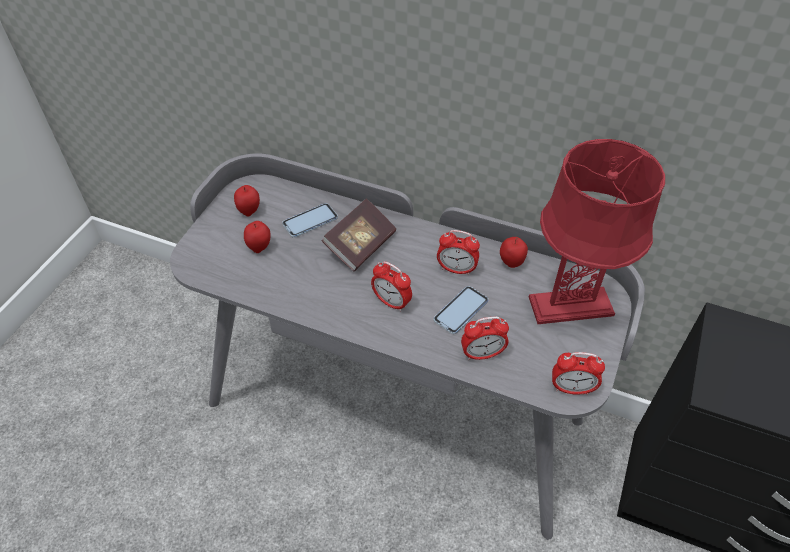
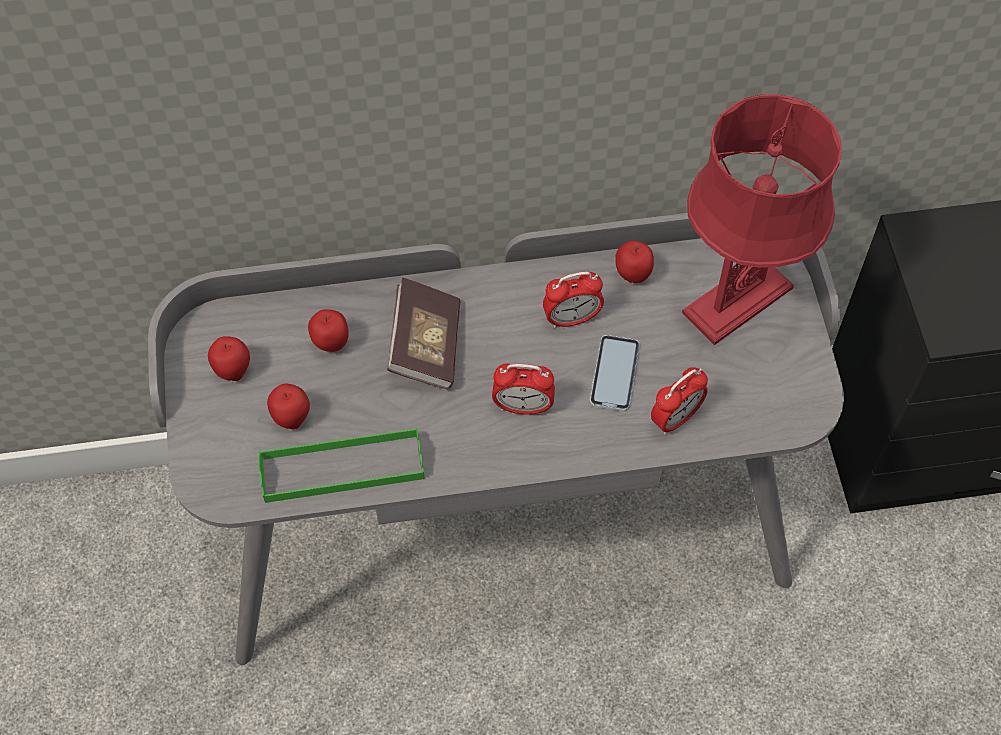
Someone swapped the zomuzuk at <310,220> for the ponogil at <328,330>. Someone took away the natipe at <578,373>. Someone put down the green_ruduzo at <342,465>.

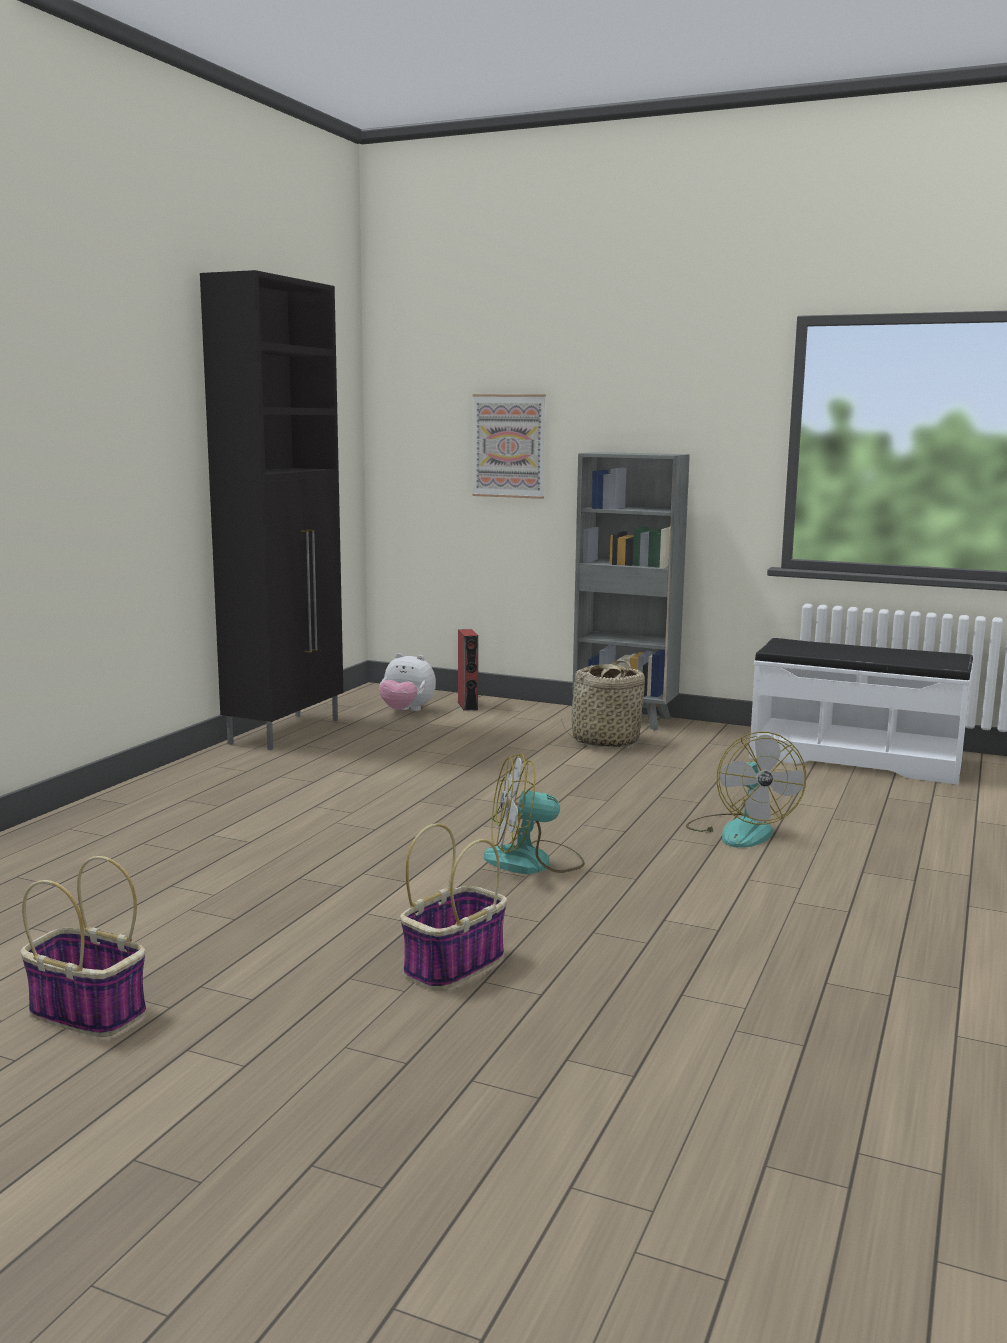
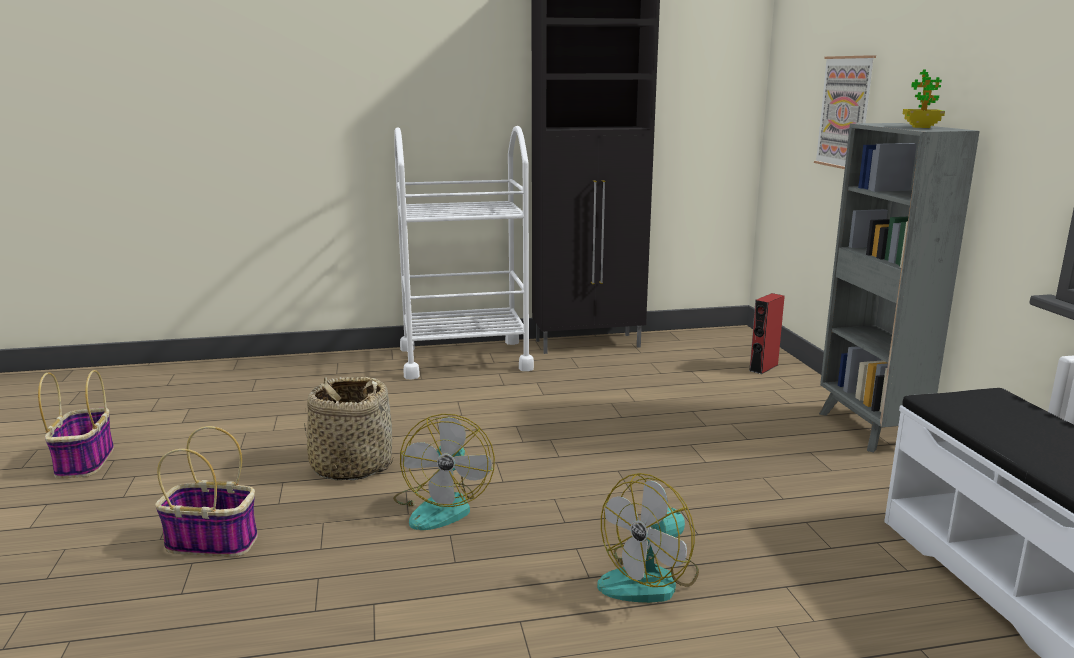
Someone took away the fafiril at <407,682>. Someone rotated the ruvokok at <534,813> by 135 degrees counterclockwise. Someone carried the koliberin from <603,704> to <348,428>. Someone put down the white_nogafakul at <464,252>. Someone put down the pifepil at <924,98>.

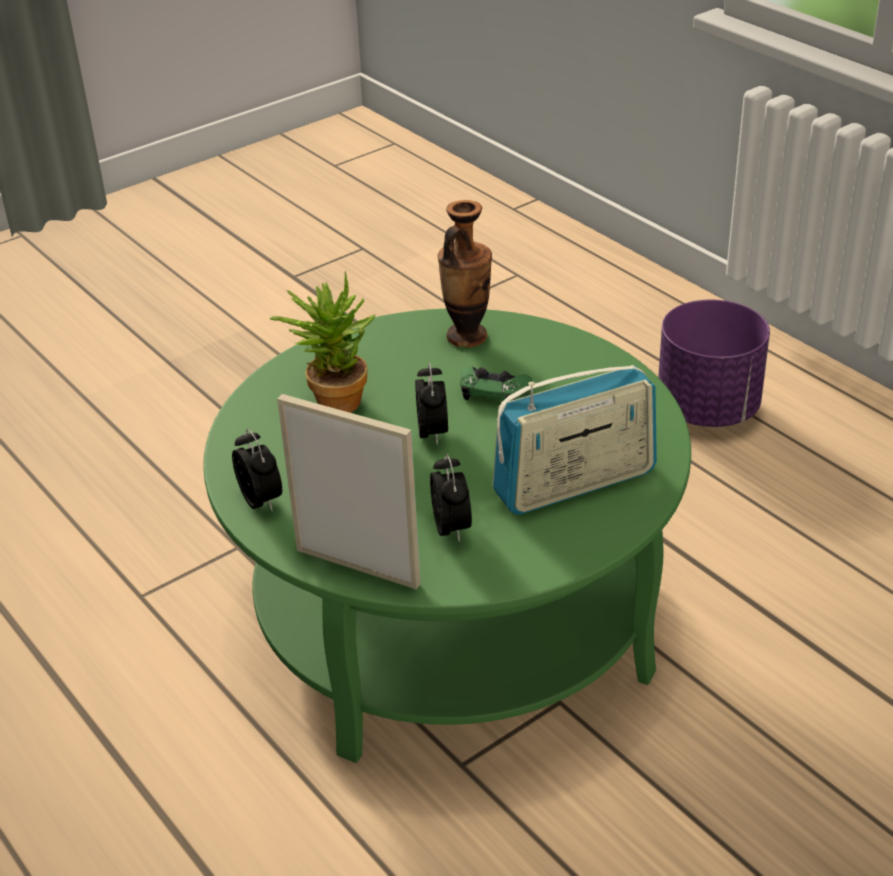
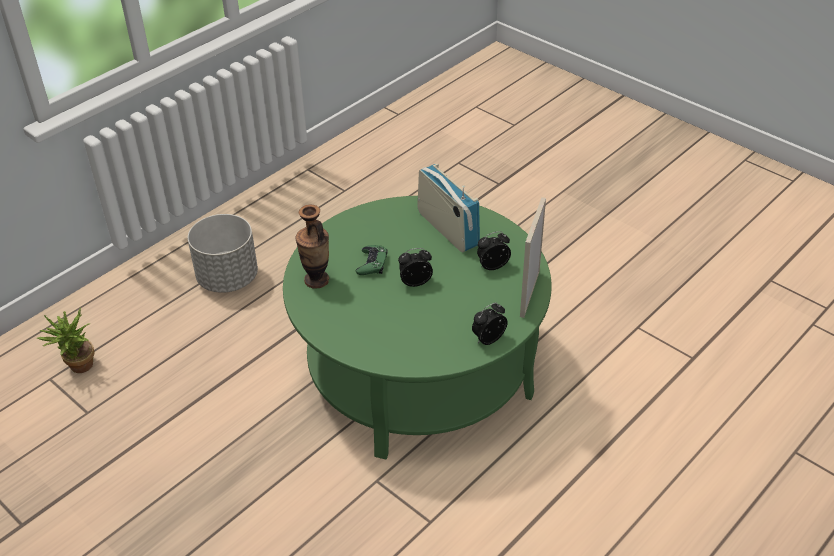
Someone carried the pifepil from <323,342> to <66,340>. Someone repainted the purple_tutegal at <714,363>, which became the grey_tutegal at <223,253>.

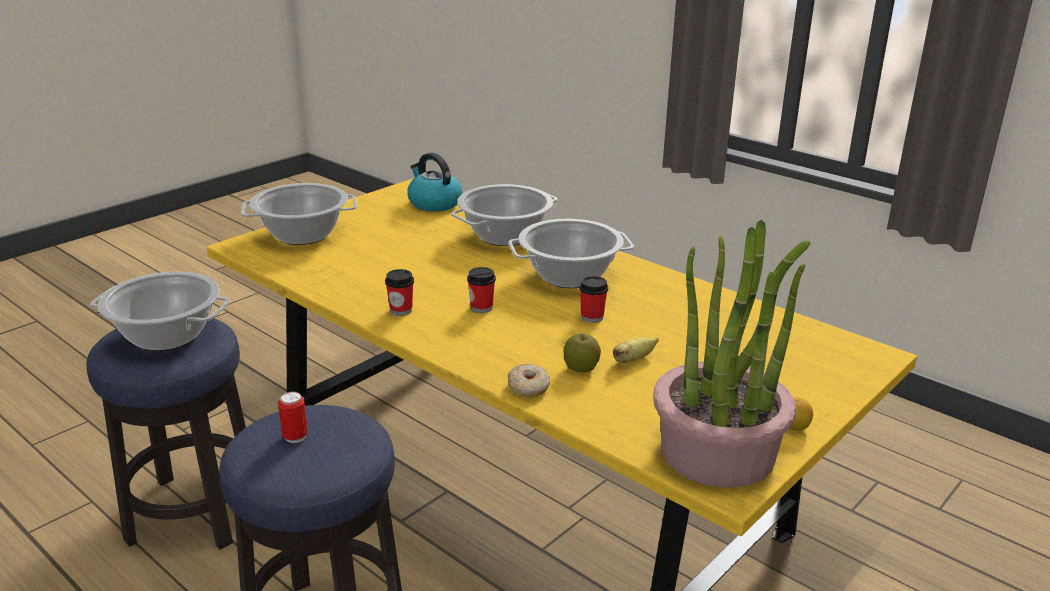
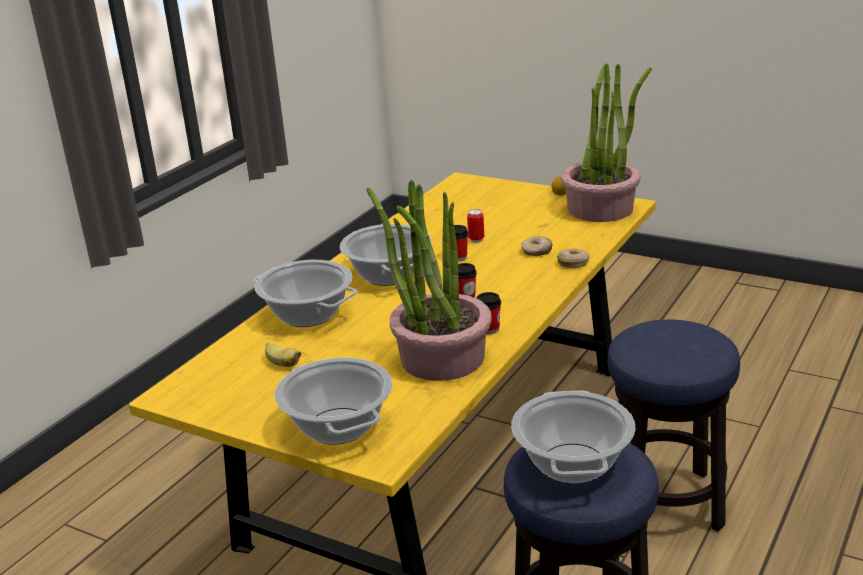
Someone carried the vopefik from <293,417> to <475,226>. Someone took away the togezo at <434,182>. Someone swapped the ponogil at <582,352> for the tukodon at <537,246>. Someone carried the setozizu from <636,350> to <283,354>. Someone put down the pifepil at <429,280>.

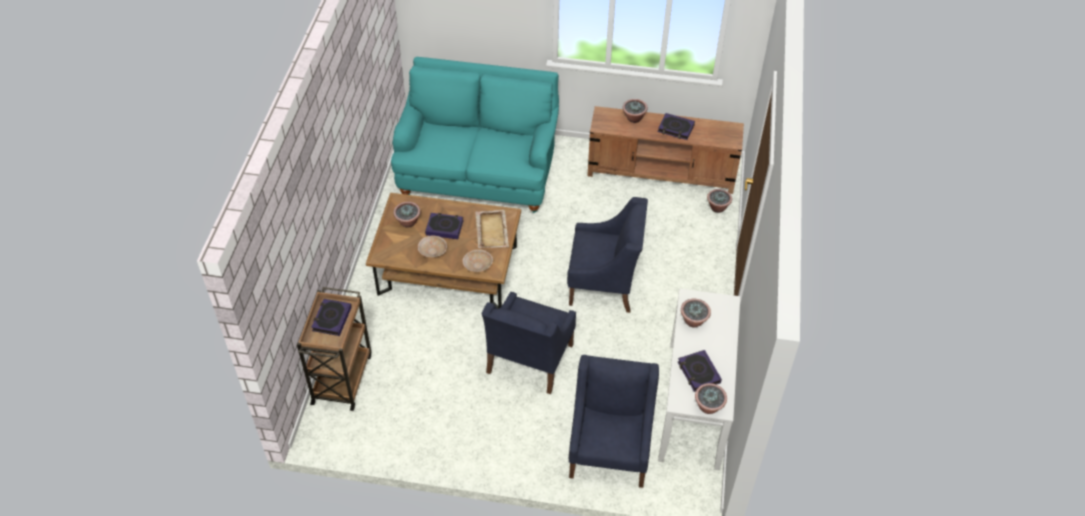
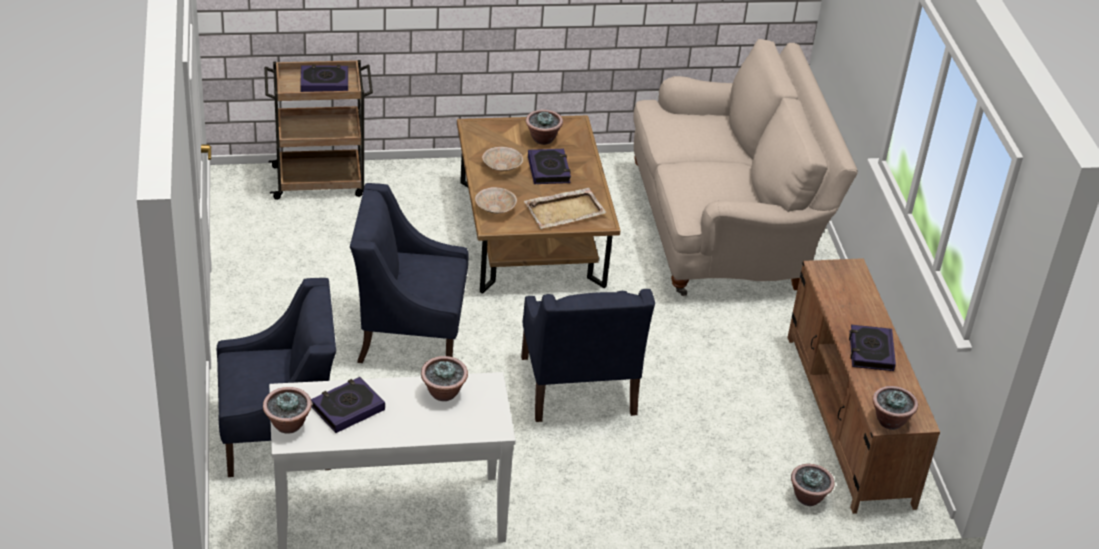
Someone repainted the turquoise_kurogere at <475,135>, which became the beige_kurogere at <745,167>. Someone carried the pifepil from <635,111> to <895,408>.

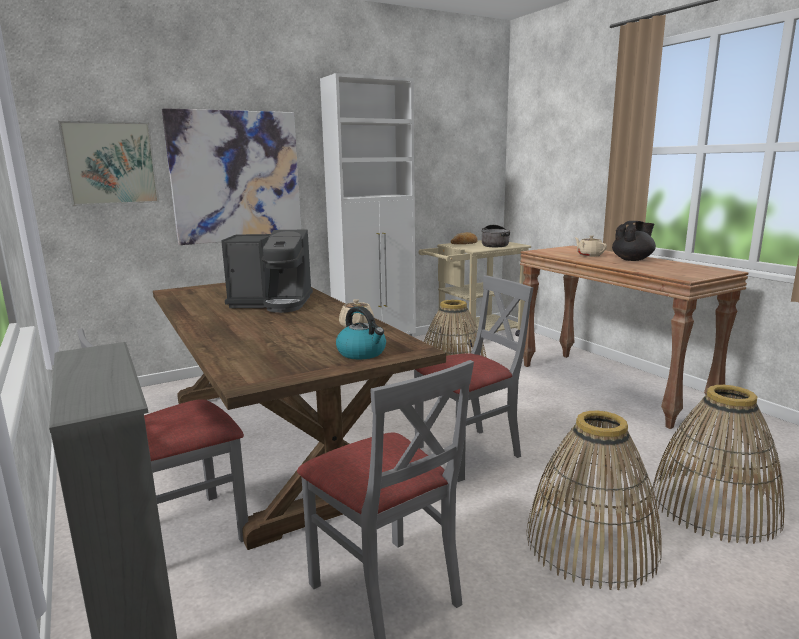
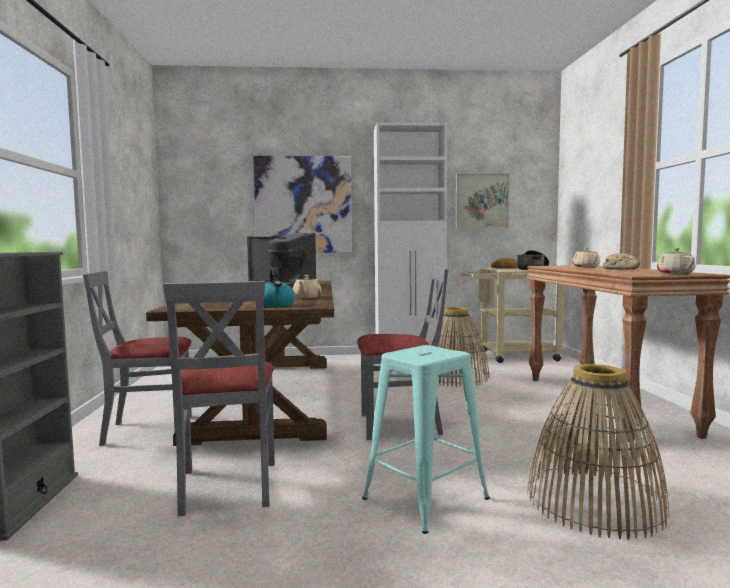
Someone carried the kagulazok from <108,163> to <482,201>. Someone swapped the koliberin at <594,500> for the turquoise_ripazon at <426,439>. Someone swapped the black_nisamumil at <634,241> for the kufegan at <621,261>. Someone put down the beige_nisamumil at <676,261>.

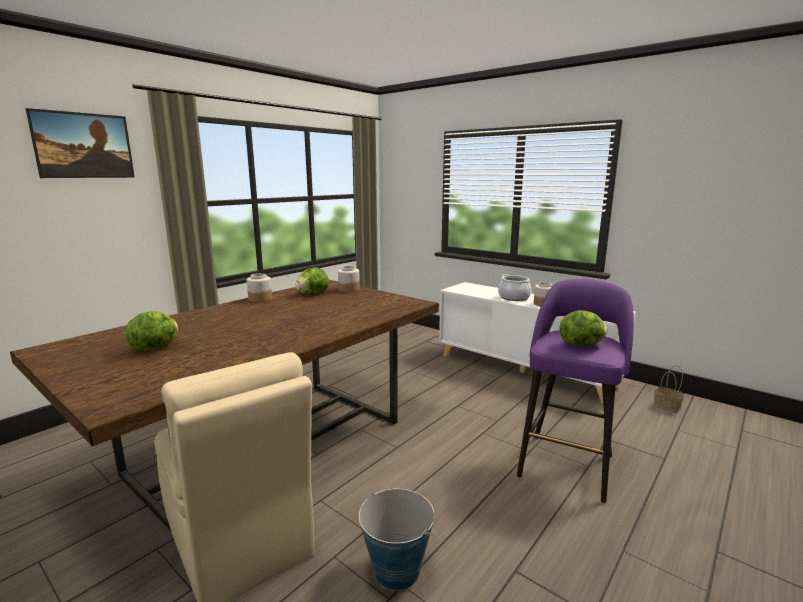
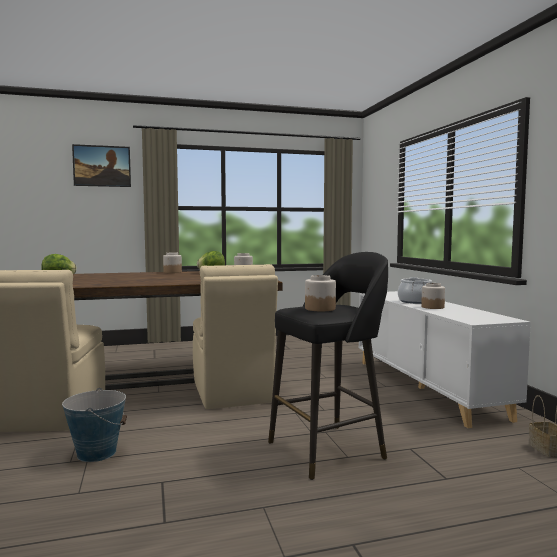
Someone repainted the purple_ripazon at <575,391>, which became the black_ripazon at <328,366>. Someone swapped the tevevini at <583,328> for the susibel at <320,293>. Someone put down the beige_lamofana at <235,336>.

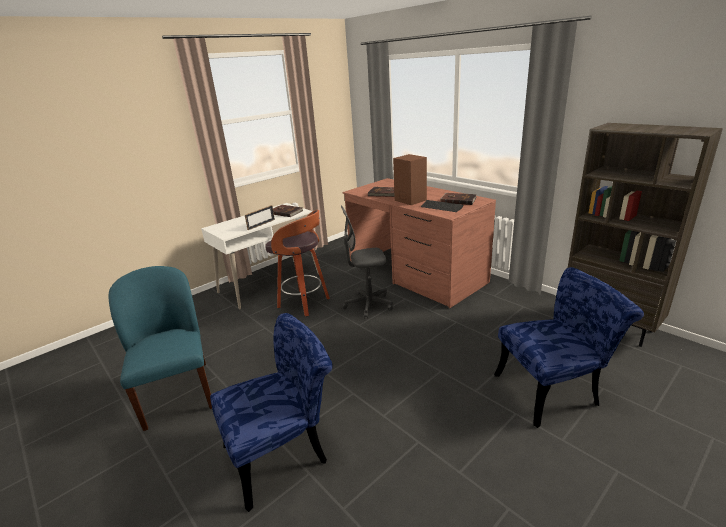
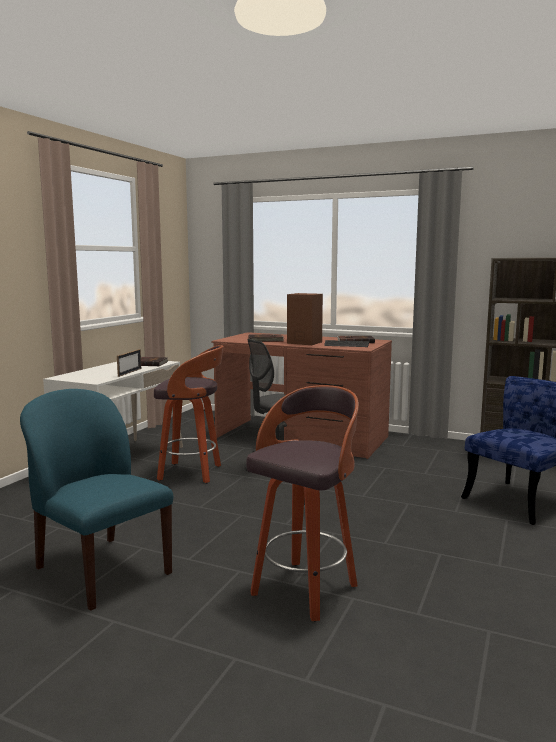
Someone swapped the blue_lamofana at <271,412> for the ripazon at <302,503>.

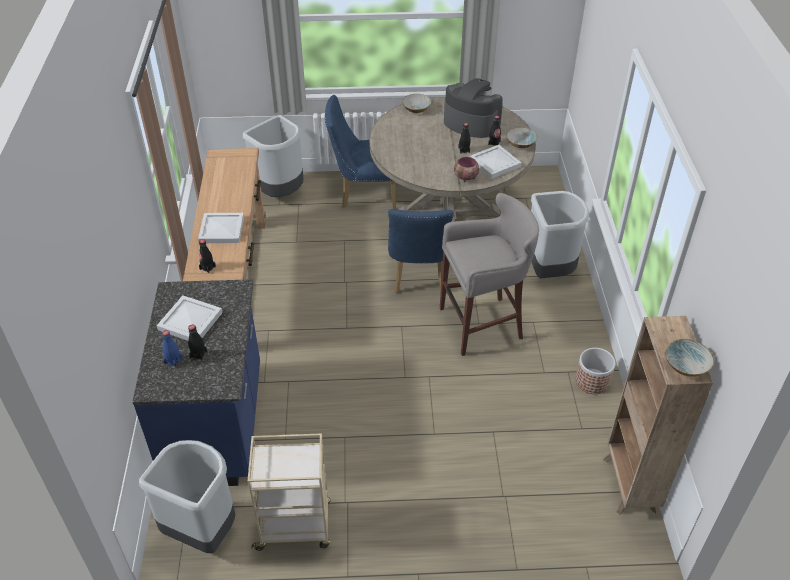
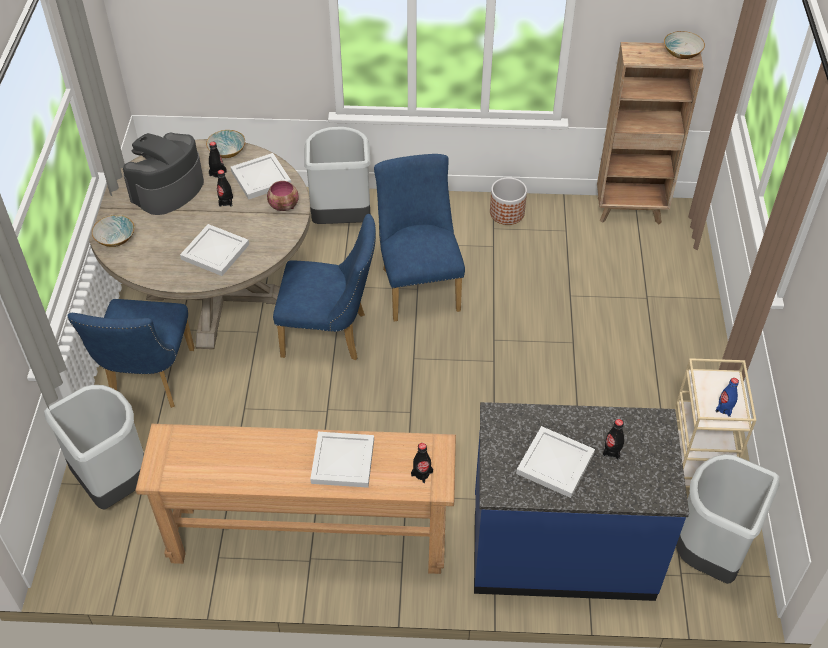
Someone carried the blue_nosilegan from <172,348> to <727,397>. Someone swapped the grey_ripazon at <489,274> for the blue_lamofana at <419,237>. Someone put down the white_ruduzo at <214,250>.

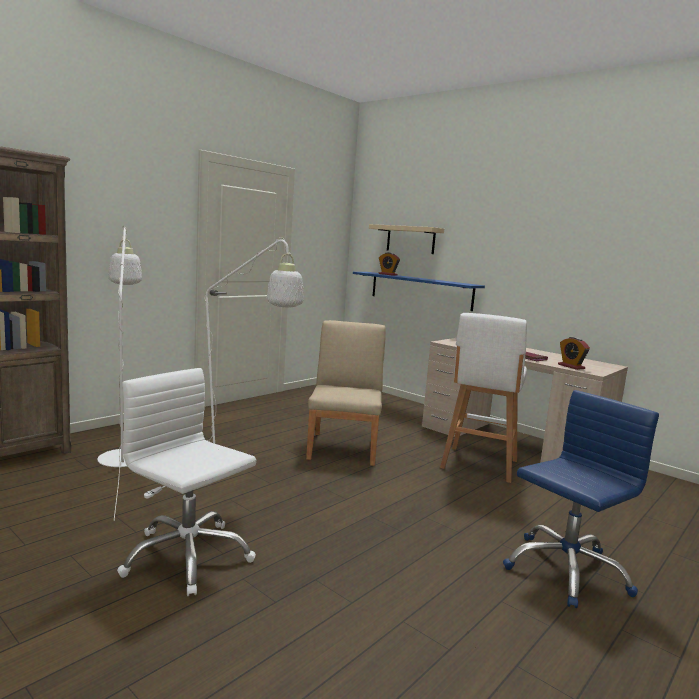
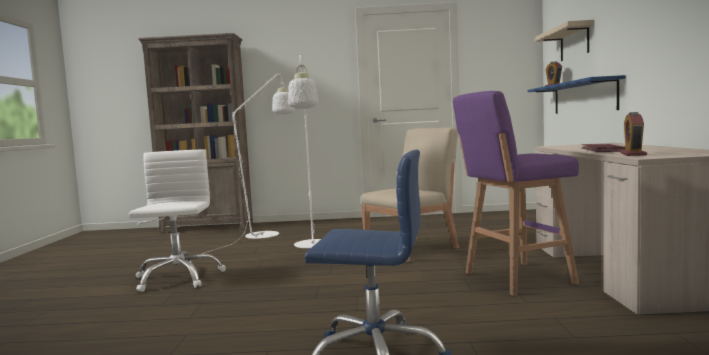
Someone repainted the white_ripazon at <483,398>, which became the purple_ripazon at <516,193>.

